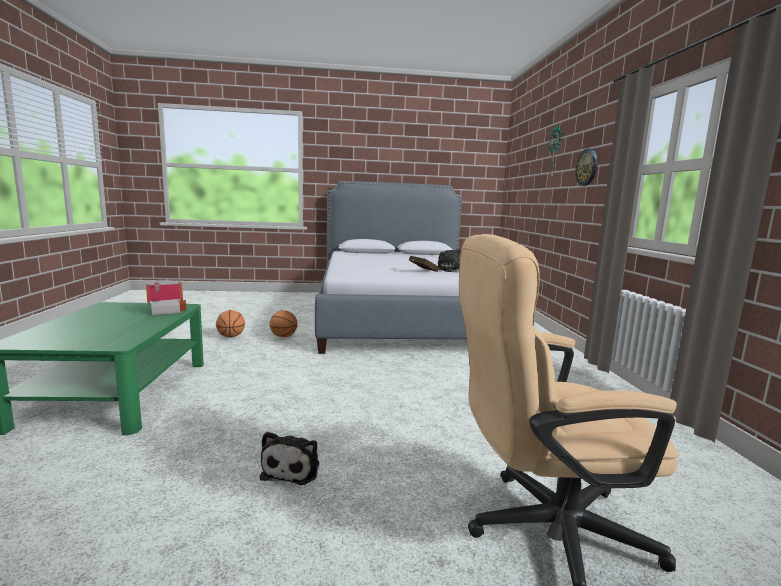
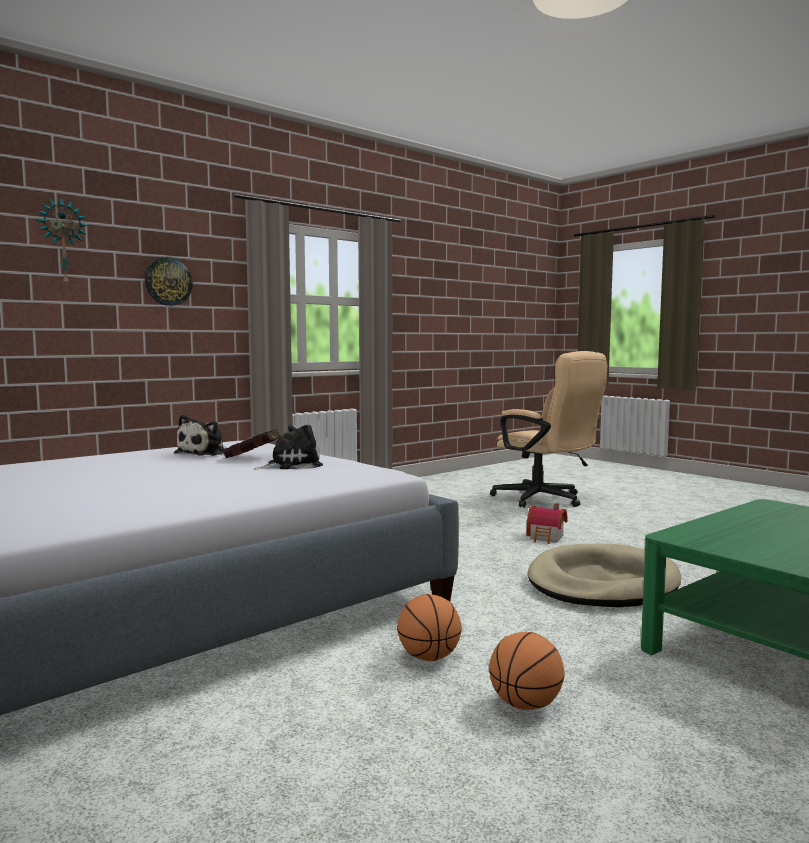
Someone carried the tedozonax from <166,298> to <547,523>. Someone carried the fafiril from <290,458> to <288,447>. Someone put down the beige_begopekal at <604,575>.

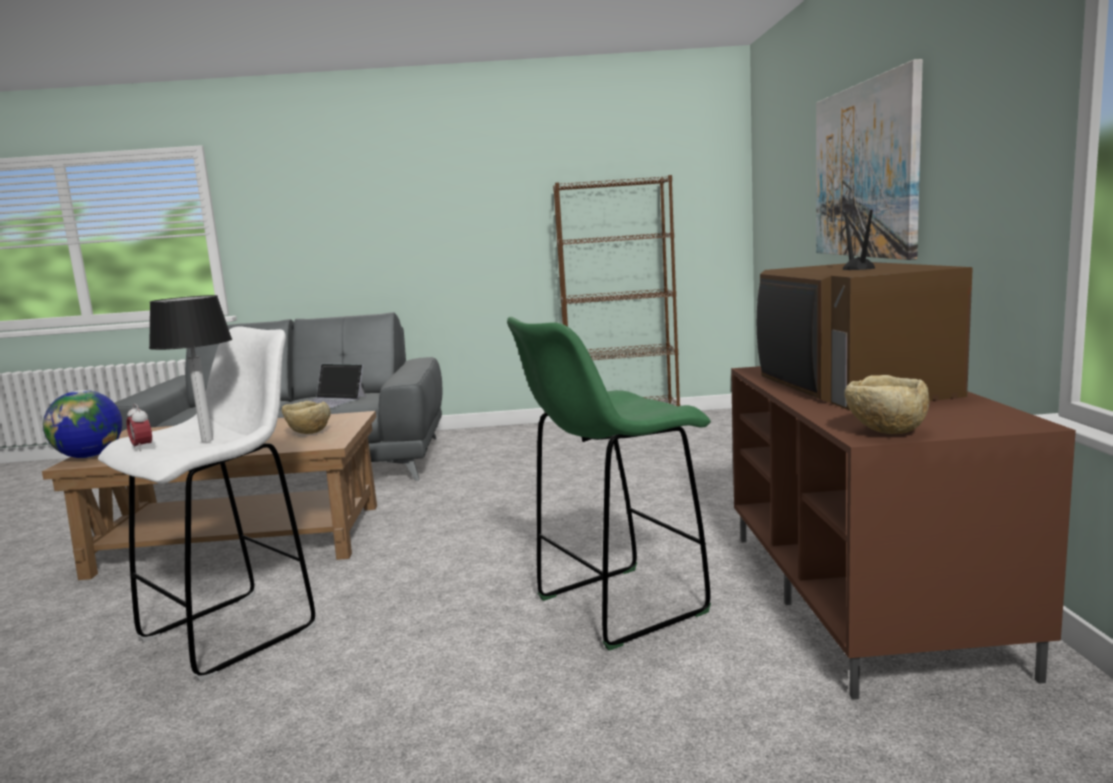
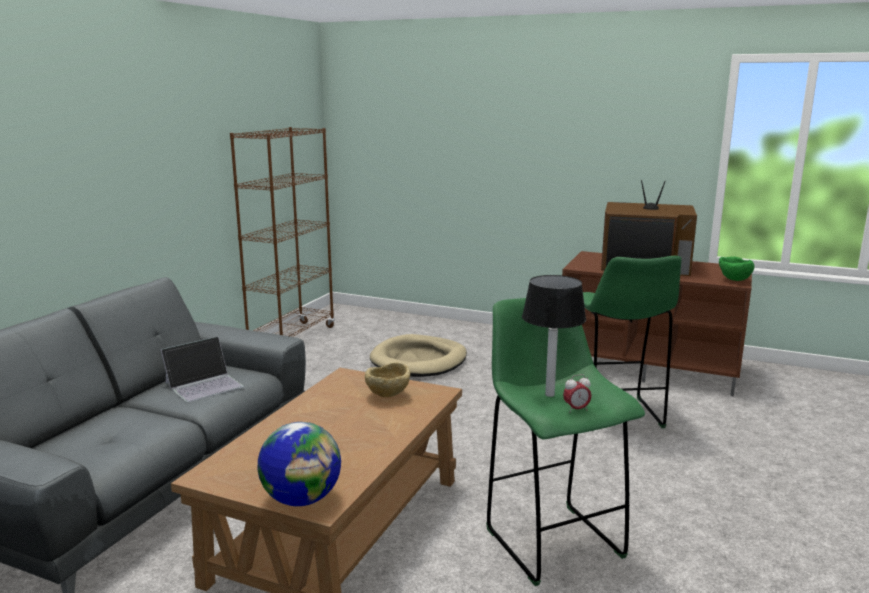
Someone repainted the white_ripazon at <207,503>, which became the green_ripazon at <565,442>. Someone took away the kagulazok at <869,159>. Someone repainted the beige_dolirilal at <887,404>, which became the green_dolirilal at <737,269>. Someone put down the beige_begopekal at <418,355>.

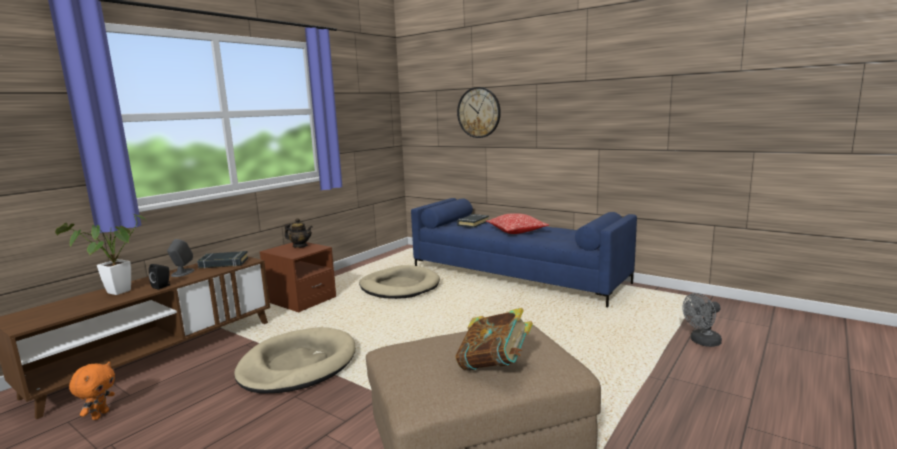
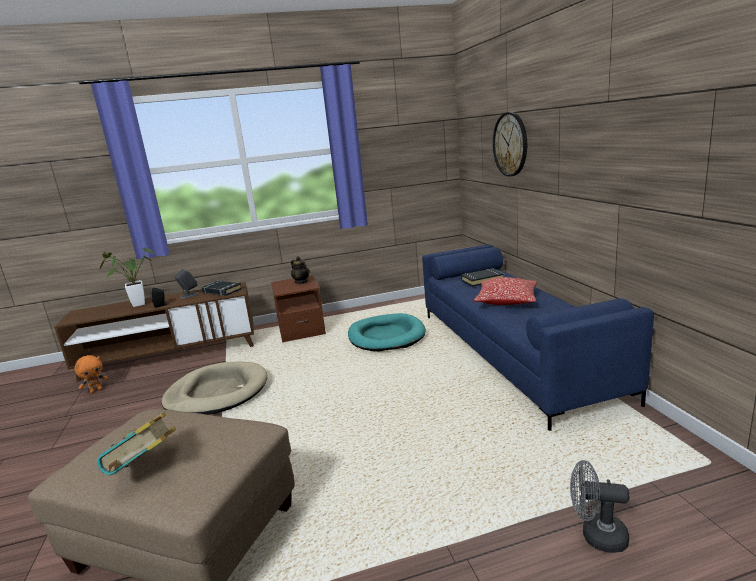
Someone repainted the beige_begopekal at <399,282>, which became the turquoise_begopekal at <387,332>.

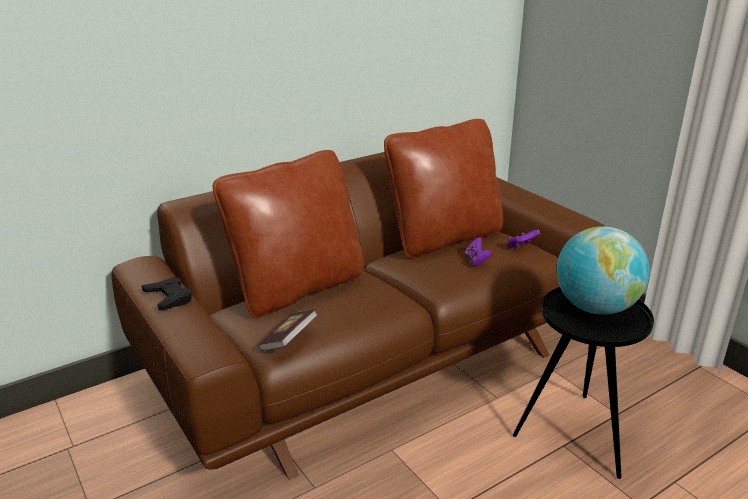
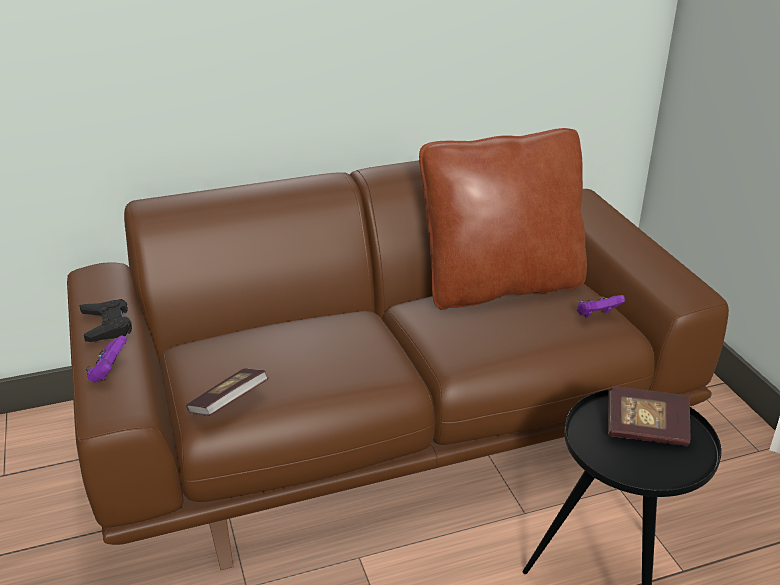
Someone took away the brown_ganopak at <288,234>. Someone carried the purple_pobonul from <478,251> to <106,359>. Someone swapped the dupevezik at <603,270> for the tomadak at <649,416>.

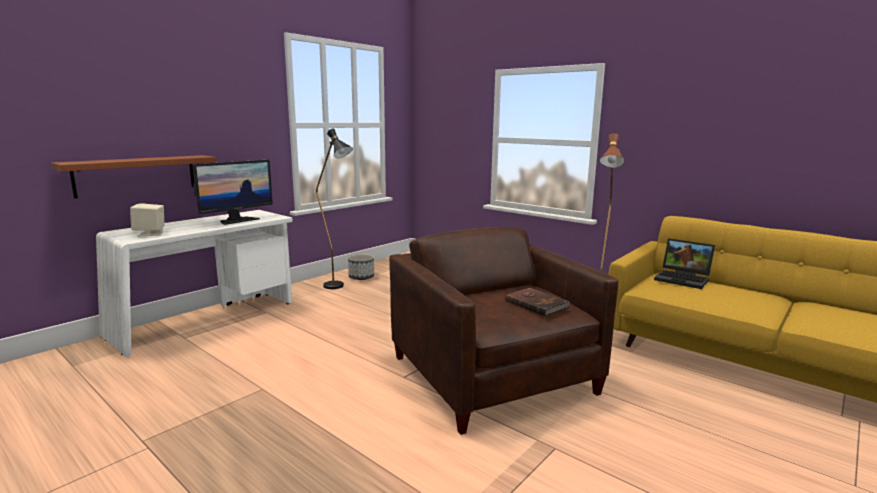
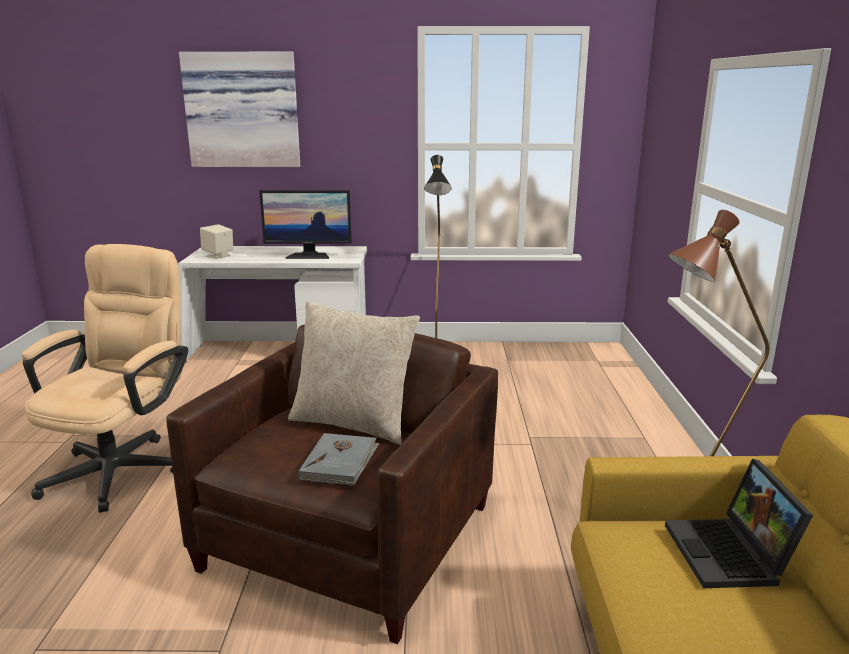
Someone took away the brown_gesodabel at <133,177>. Someone took away the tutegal at <361,267>. Someone repainted the brown_tomadak at <537,302>, which became the grey_tomadak at <339,459>. Someone put down the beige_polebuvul at <105,378>. Someone put up the kagulazok at <239,109>. Someone put down the beige_ganopak at <354,373>.

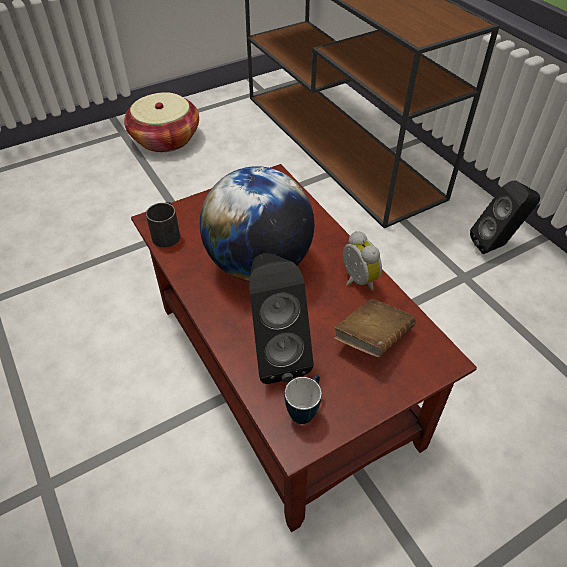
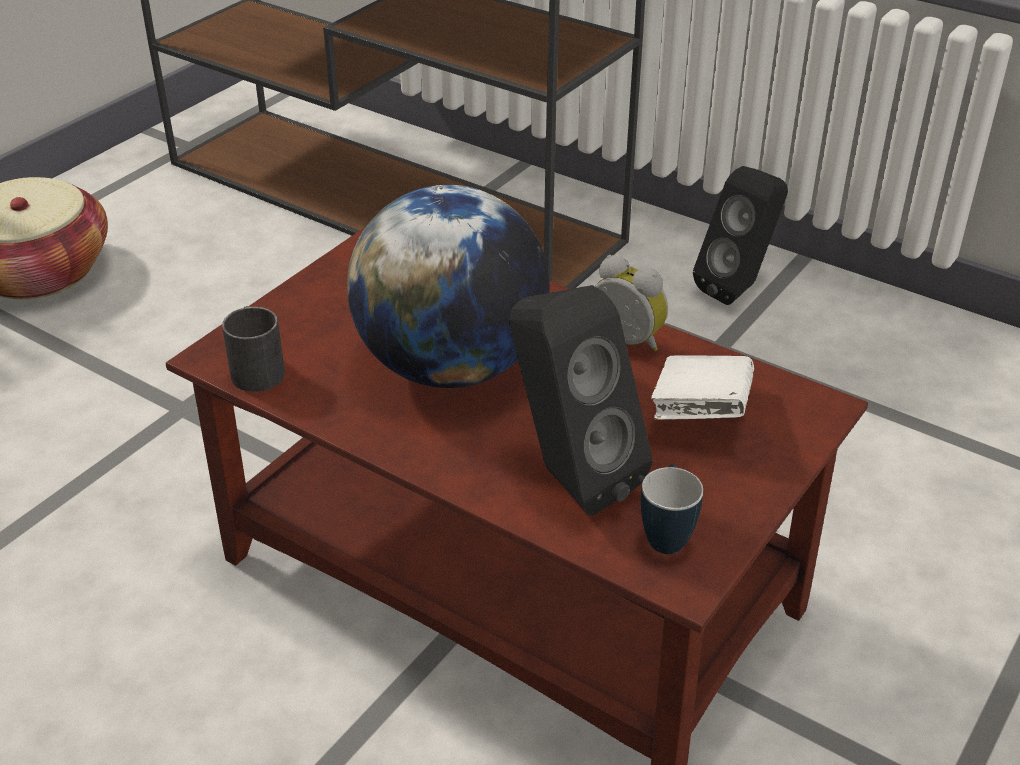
Someone repainted the brown_tomadak at <374,328>, which became the white_tomadak at <702,387>.

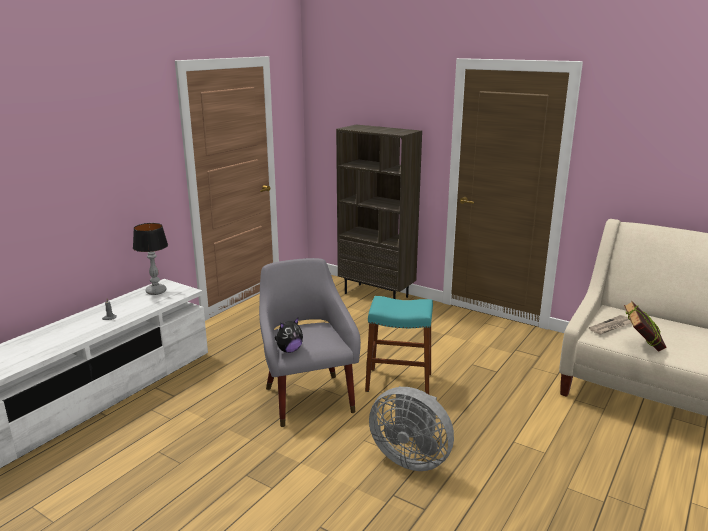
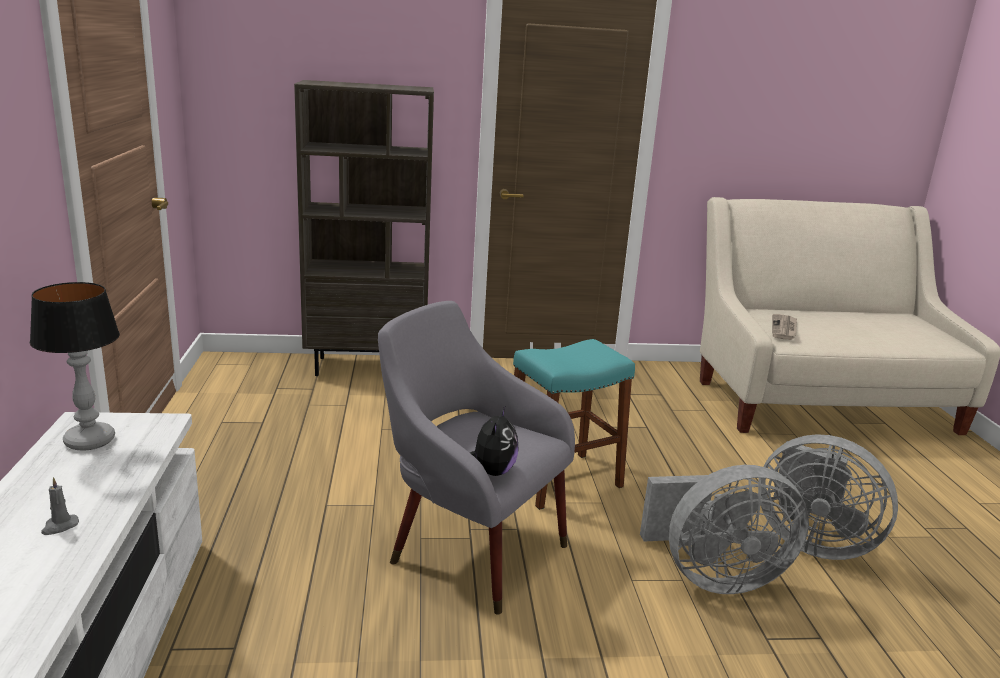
Someone took away the tomadak at <645,326>. Someone put down the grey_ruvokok at <829,497>.

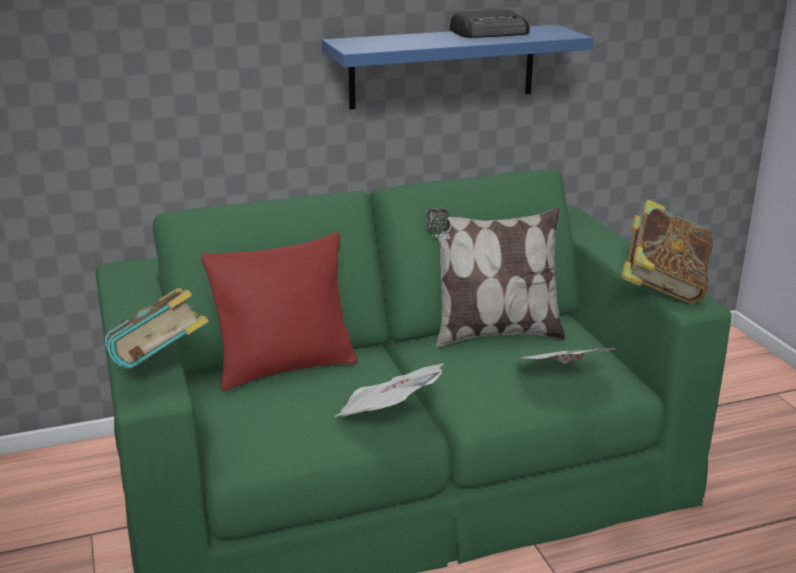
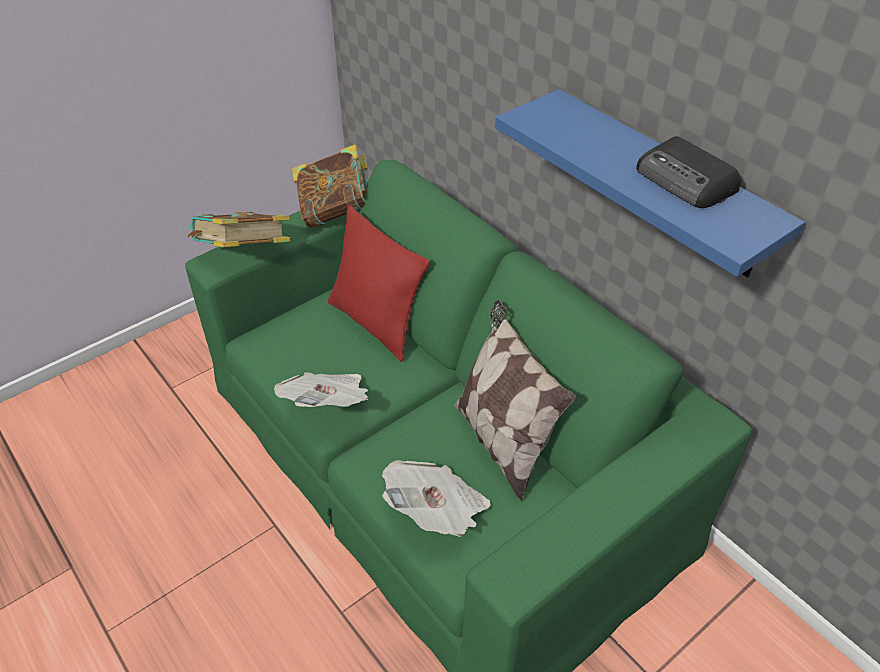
Someone carried the tomadak from <667,251> to <330,185>.

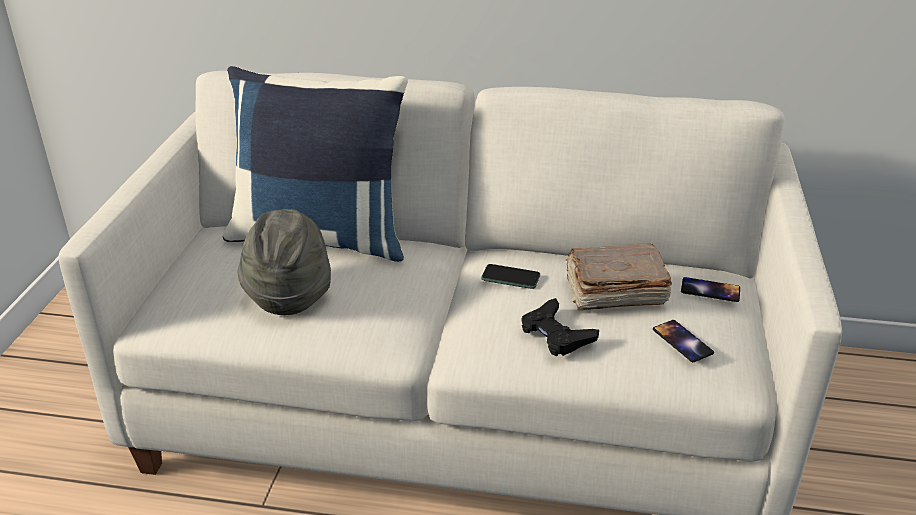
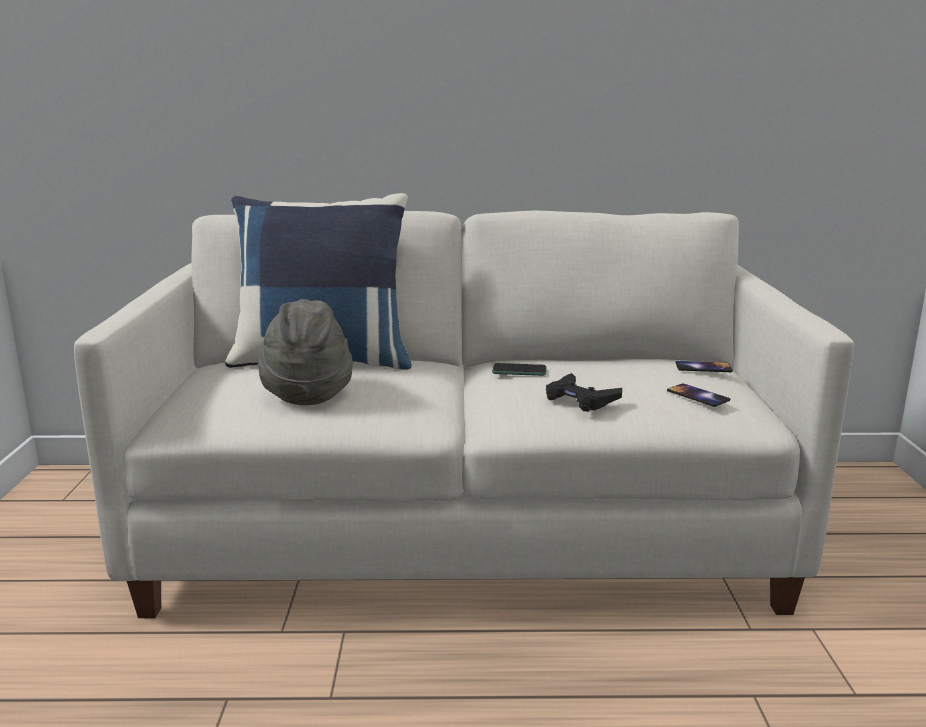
Someone took away the brown_tomadak at <619,276>.

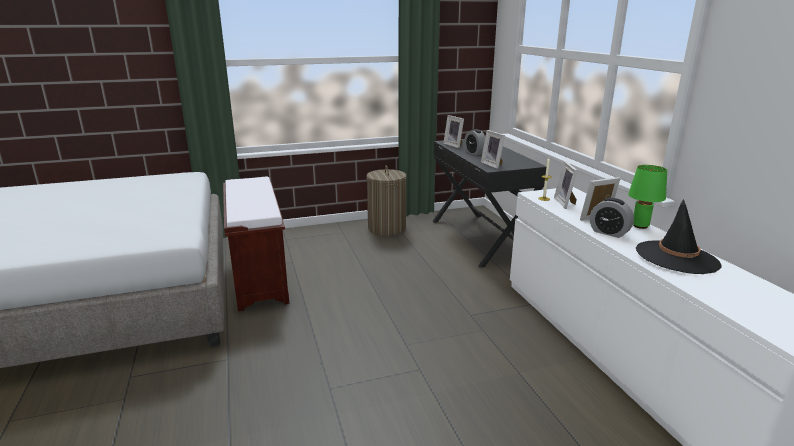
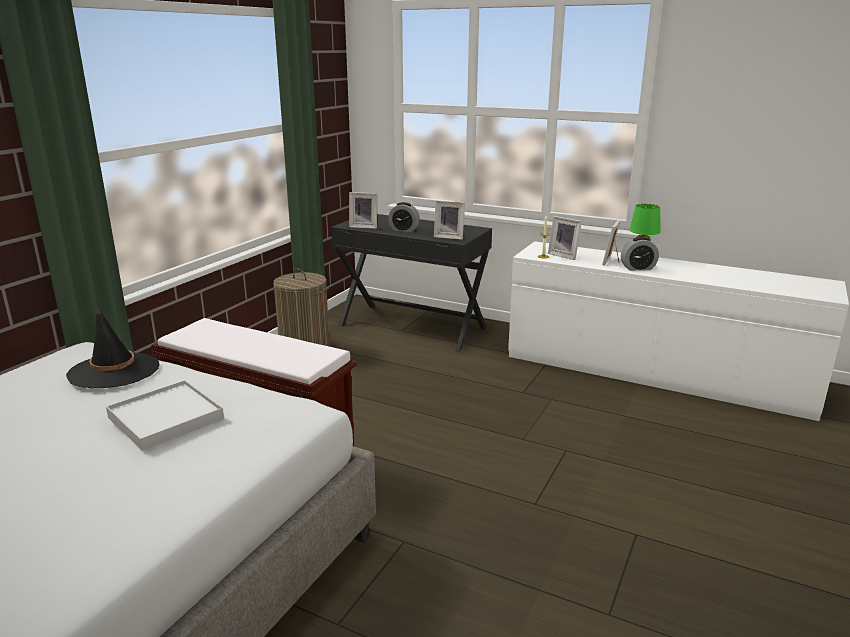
Someone carried the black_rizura from <679,236> to <113,347>. Someone put down the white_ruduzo at <165,415>.

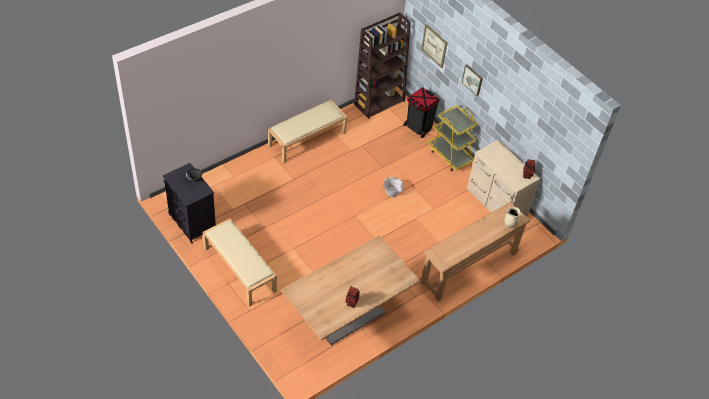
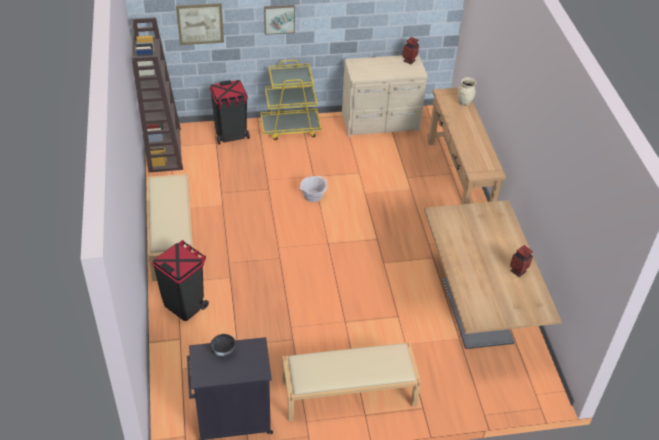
Someone put down the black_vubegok at <180,280>.

